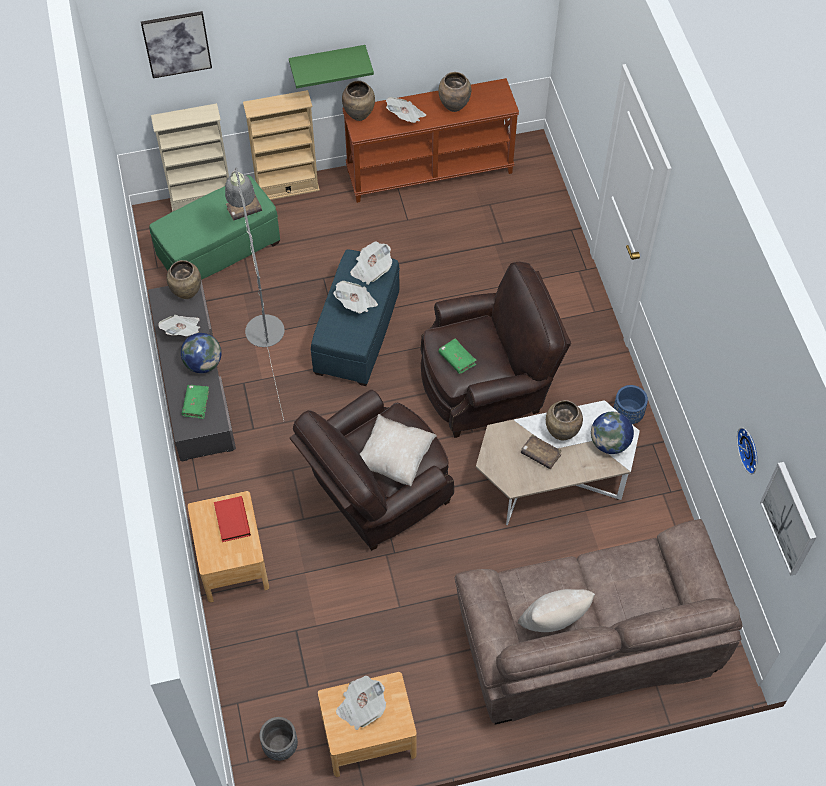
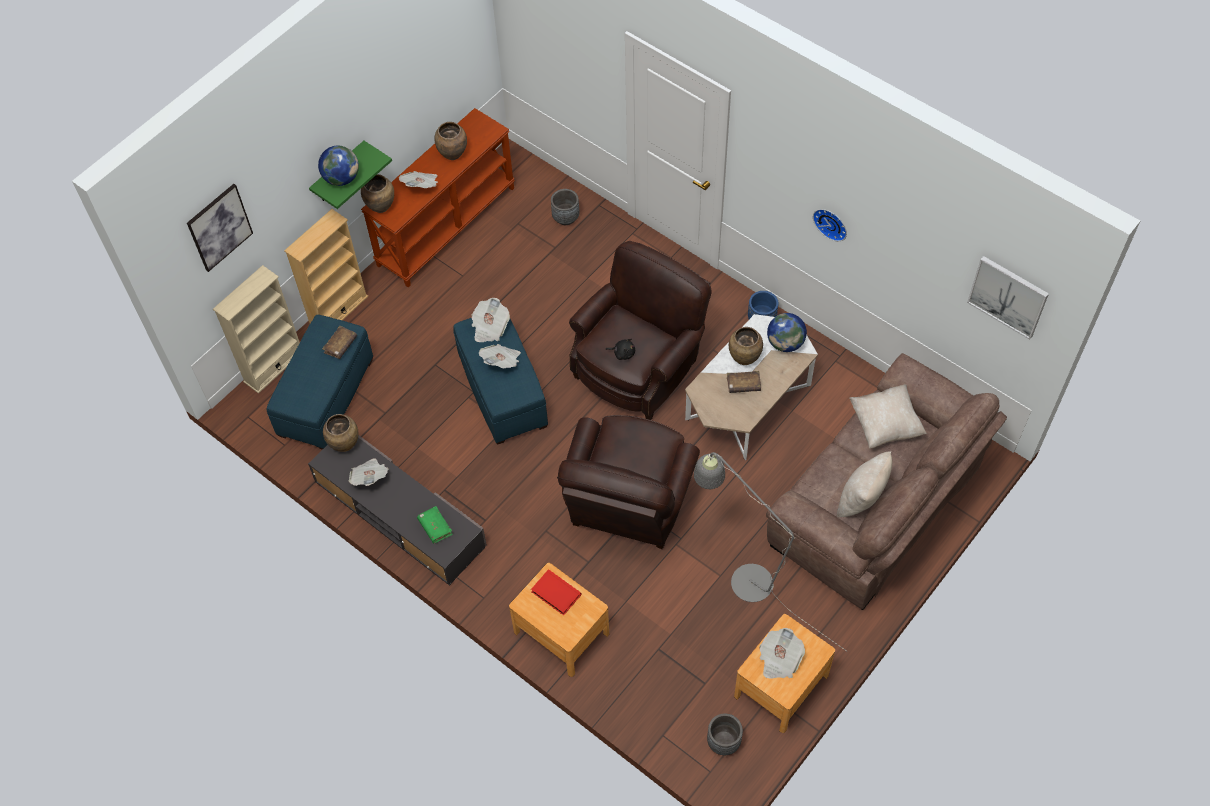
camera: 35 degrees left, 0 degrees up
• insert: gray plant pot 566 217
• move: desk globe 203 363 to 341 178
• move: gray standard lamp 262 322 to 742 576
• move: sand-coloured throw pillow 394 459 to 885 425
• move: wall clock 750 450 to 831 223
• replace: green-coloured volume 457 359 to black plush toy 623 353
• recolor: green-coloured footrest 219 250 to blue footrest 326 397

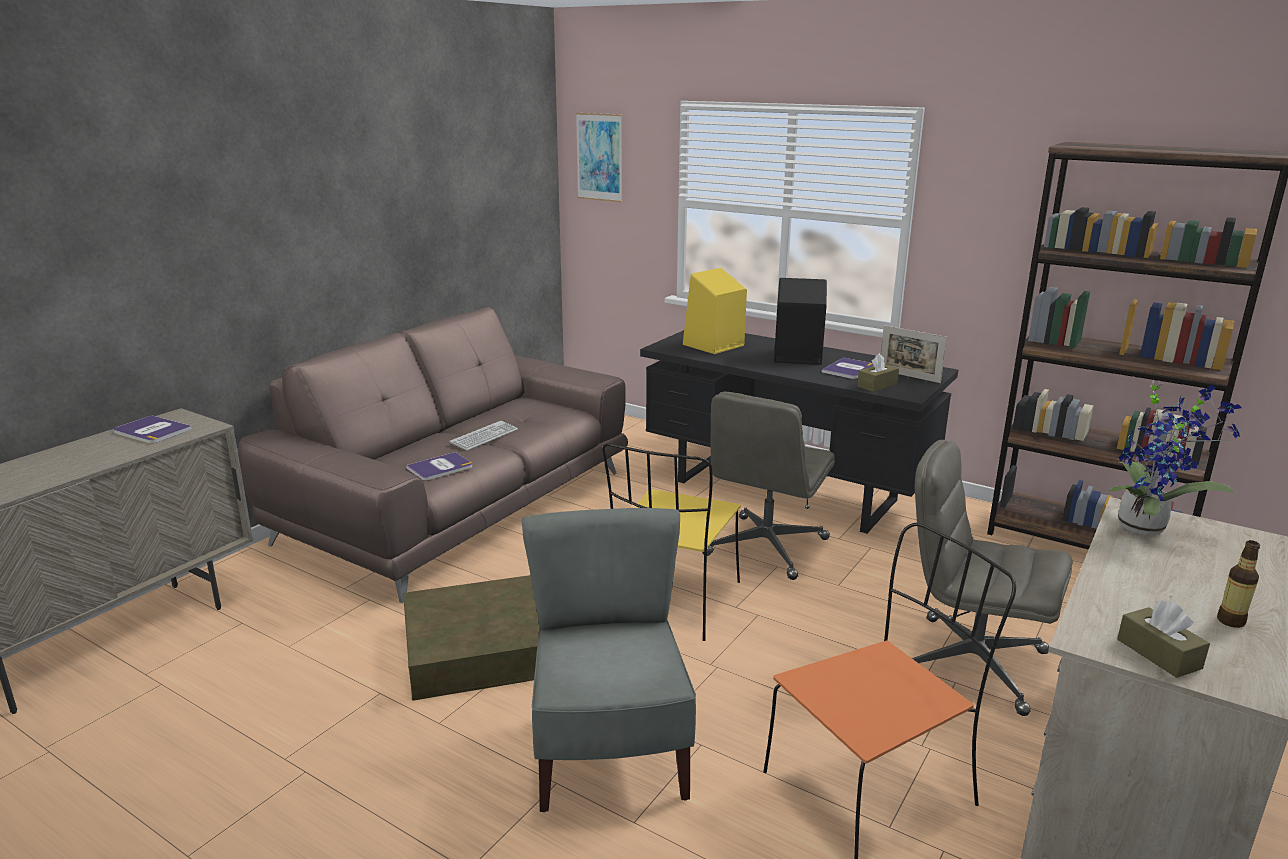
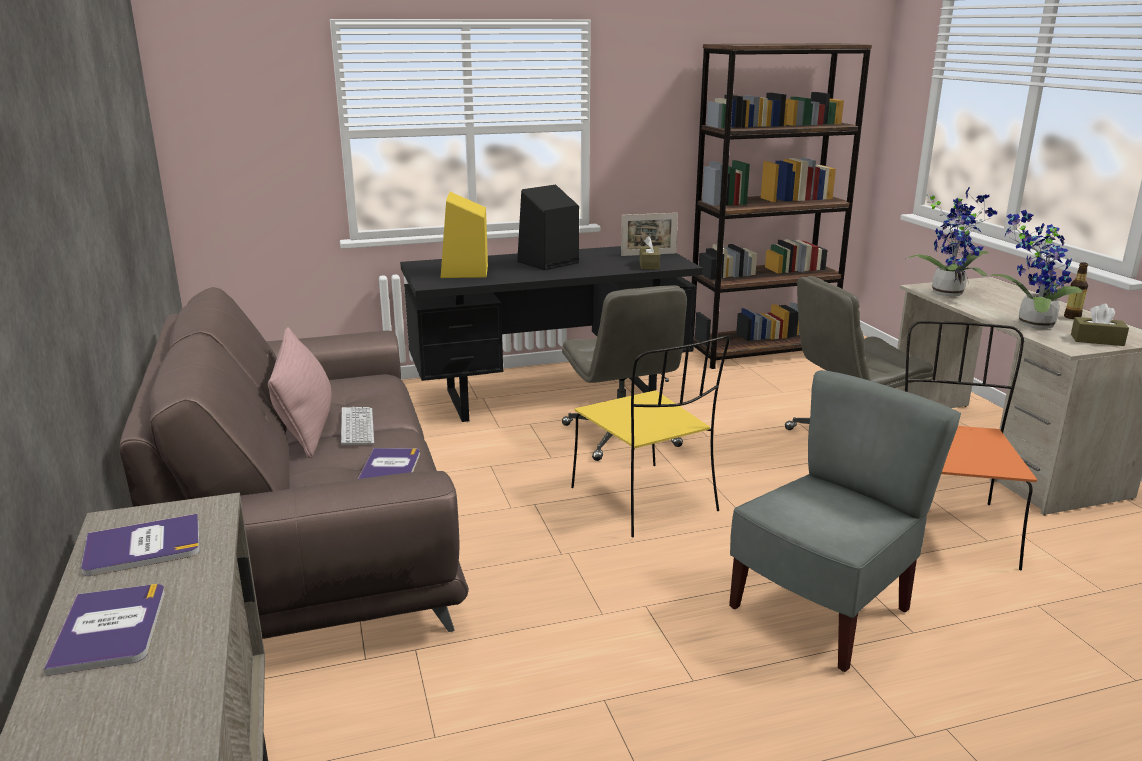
camera: 50 degrees left, 0 degrees up
• delete: brown storage box 483 647
• delete: wall picture 599 157
• insert: pink throw pillow 305 425
• insert: potted plant 1030 324
• move: volume 849 369 to 110 629
• rotate: gray upright chair 609 755 = 823 611 105 degrees clockwise

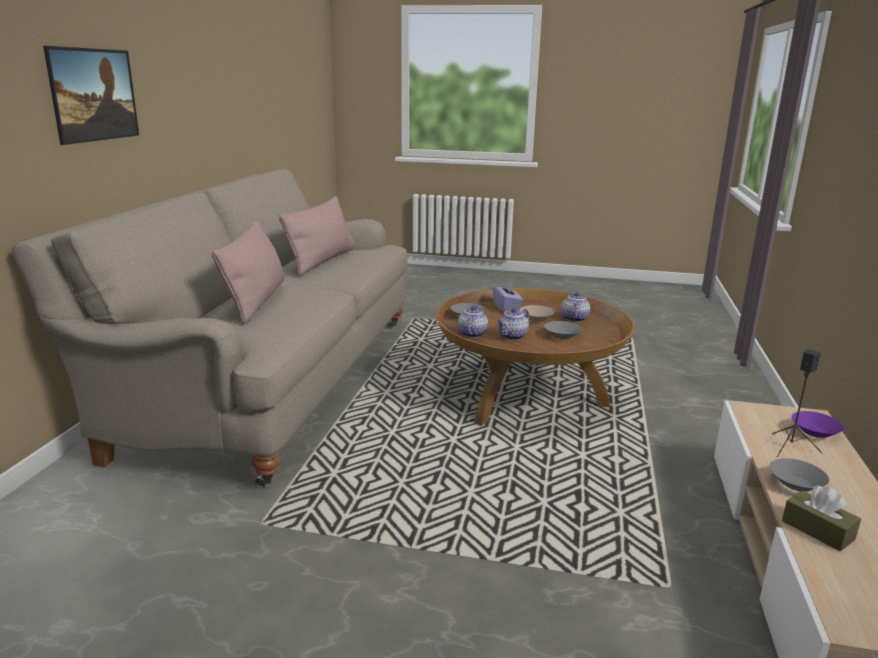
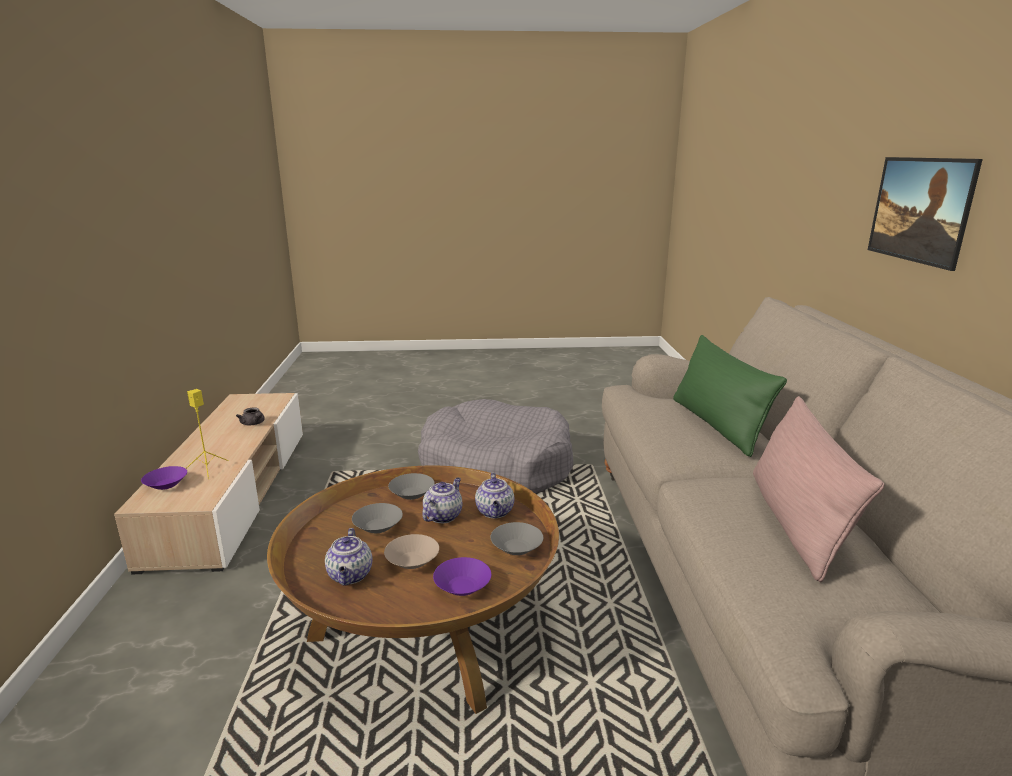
camera: 165 degrees right, 0 degrees up
• insert: gray dog cushion 496 465
• move: gray deep dish 796 484 to 411 495
• replace: purplish box of tissues 506 308 to purplish deep dish 463 587
• replace: brown box of tissues 817 530 to gray teapot 253 424
• recolor: pink throw pillow 256 301 to green-coloured throw pillow 716 425
• recolor: black audio speaker 789 447 to yellow-coloured audio speaker 208 469

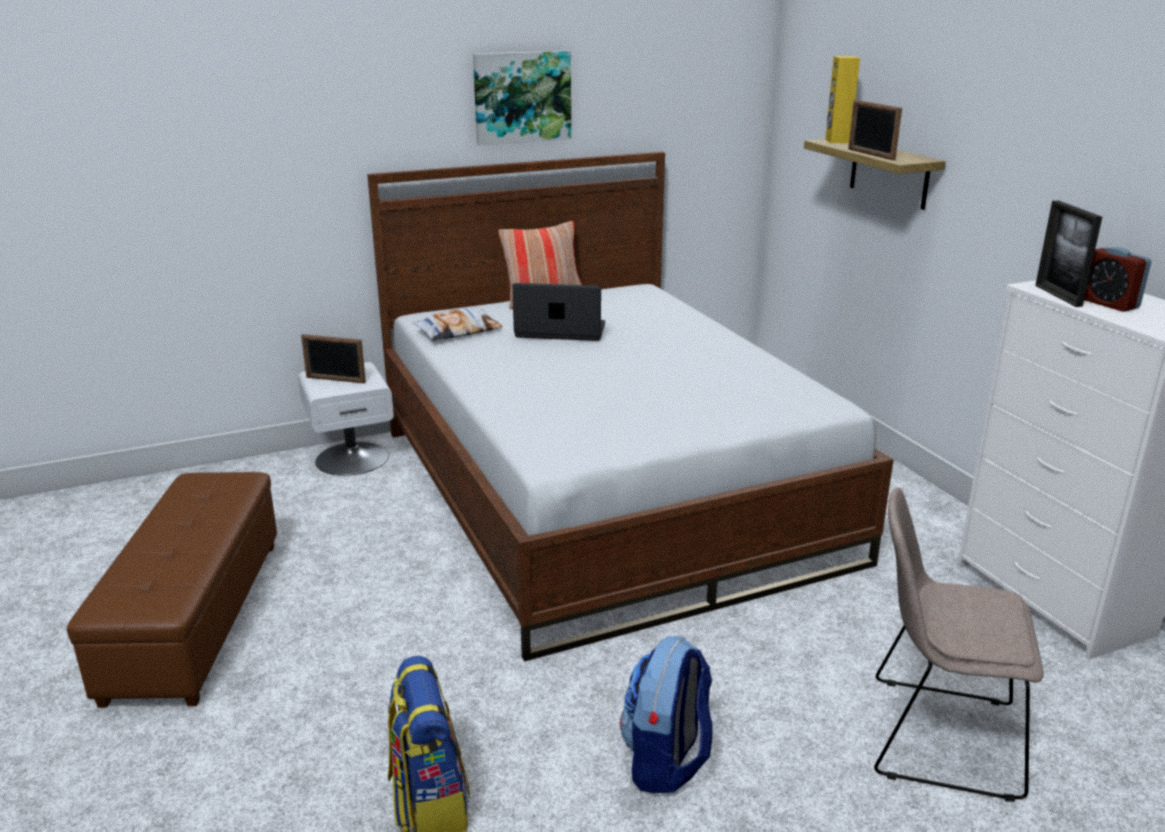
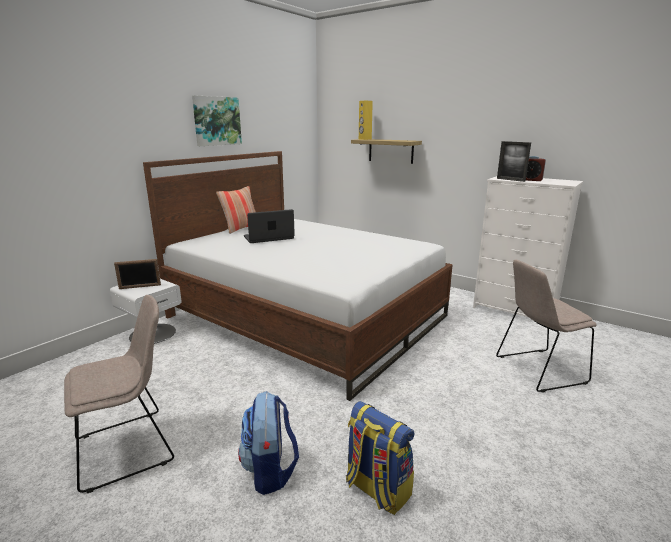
camera: 30 degrees left, 5 degrees down
• delete: throw pillow 458 331
• delete: standing frame 870 154
• move: rucksack 666 762 to 270 471
• replace: brown footrest 197 618 to sand-coloured upright chair 129 447

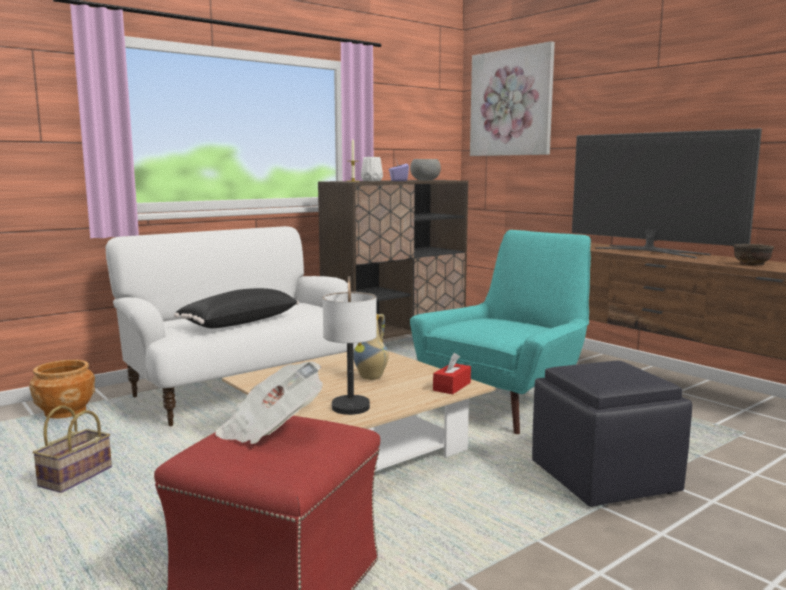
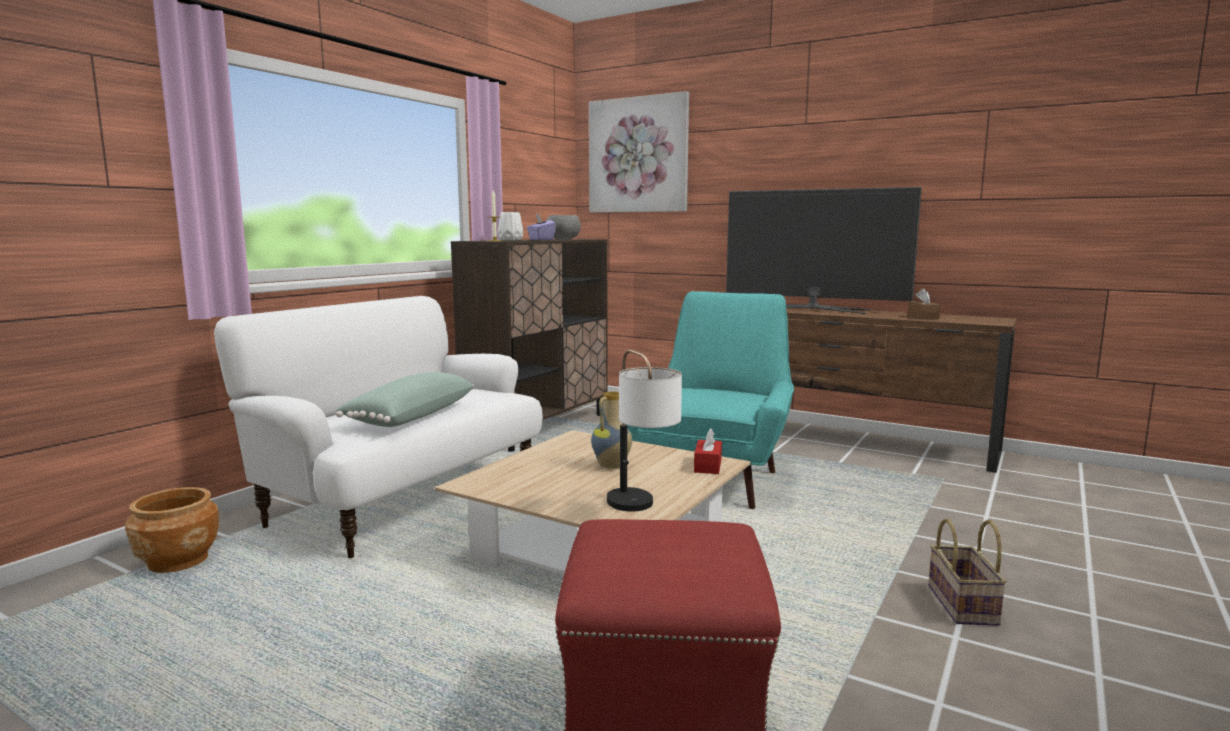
camera: 20 degrees left, 0 degrees up
• delete: daily paper 270 429
• delete: black footrest 605 478
• move: basket 75 478 to 964 606
• replace: brown deep dish 751 264 to brown box of tissues 922 317
• recolor: black throw pillow 238 322 to green-coloured throw pillow 409 417

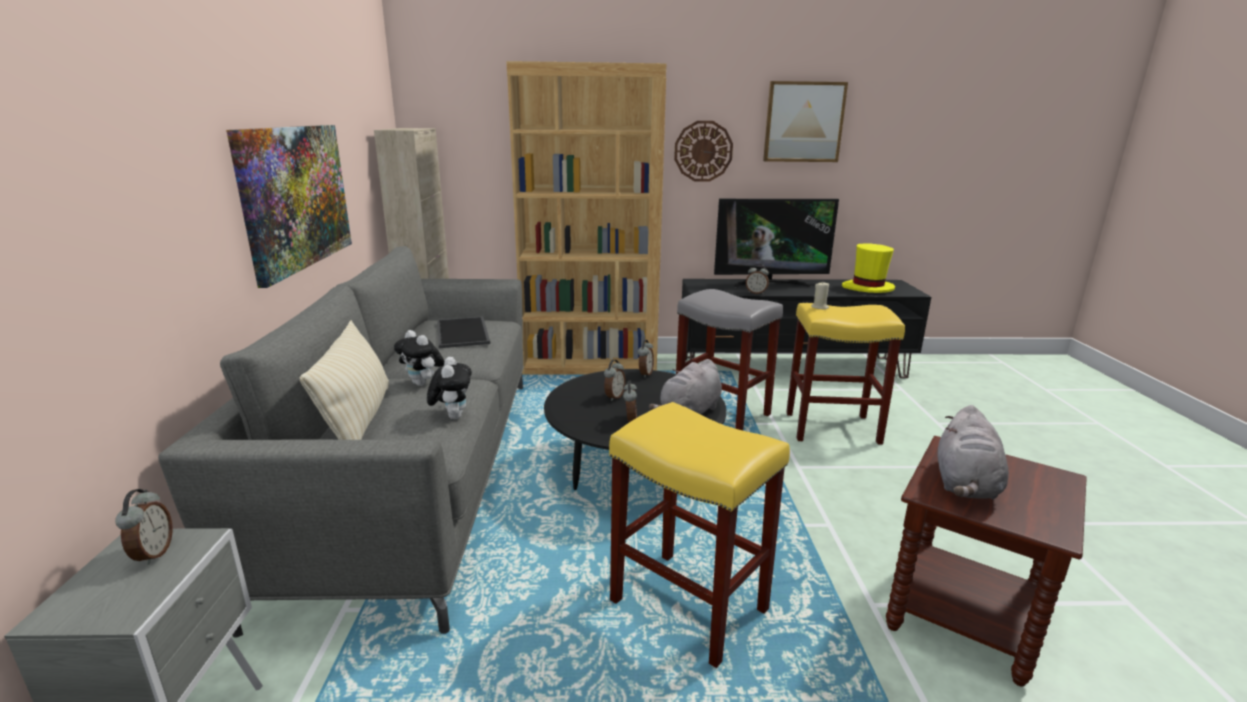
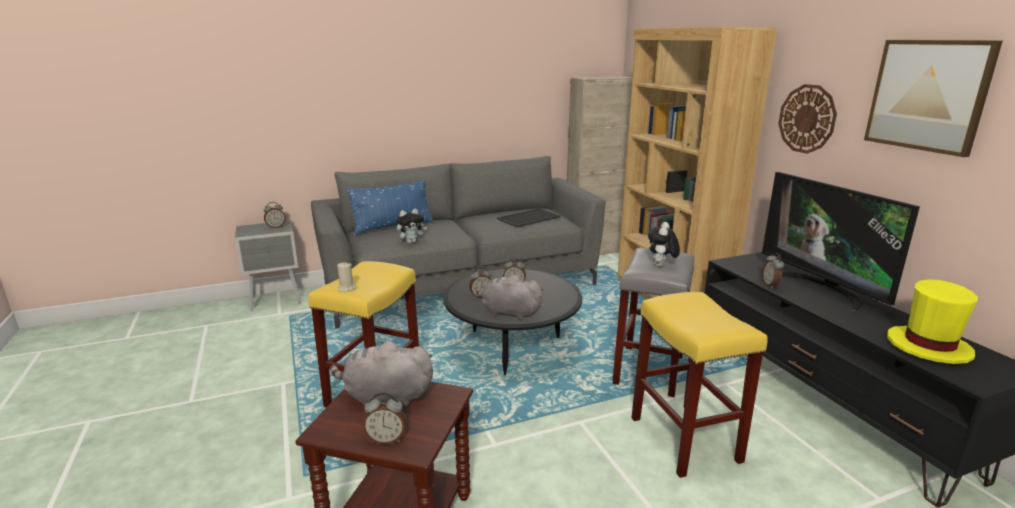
camera: 70 degrees right, 0 degrees up
• delete: wall picture 296 197
• move: plush toy 423 384 to 661 266
• move: alarm clock 645 374 to 386 439
• move: sand-coloured wax light 820 307 to 346 288
• recolor: sand-coloured throw pillow 358 421 to blue throw pillow 393 227

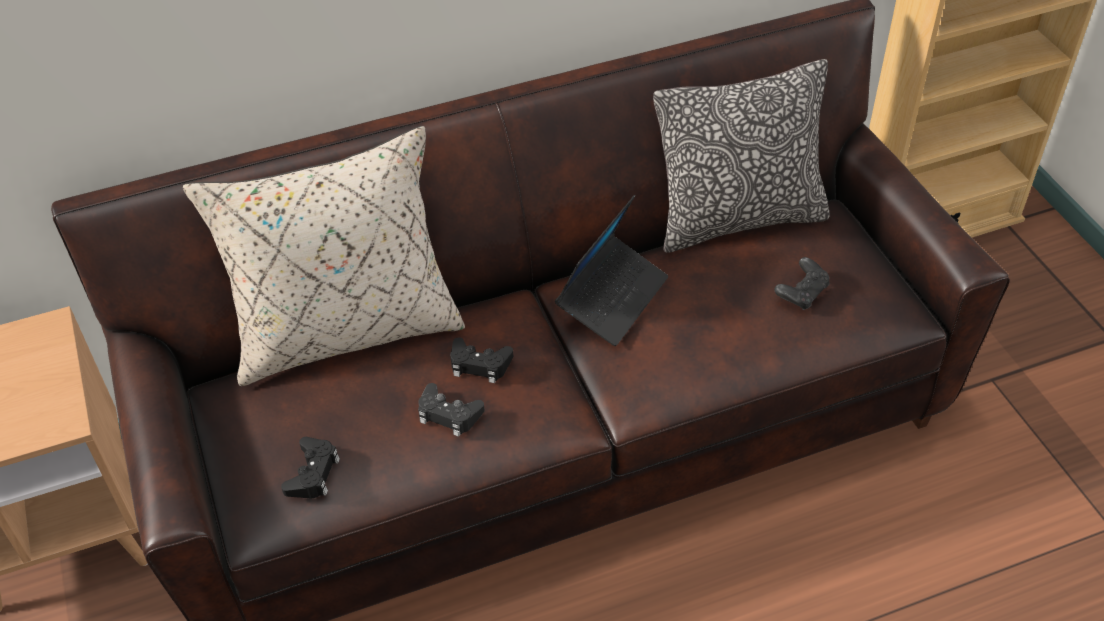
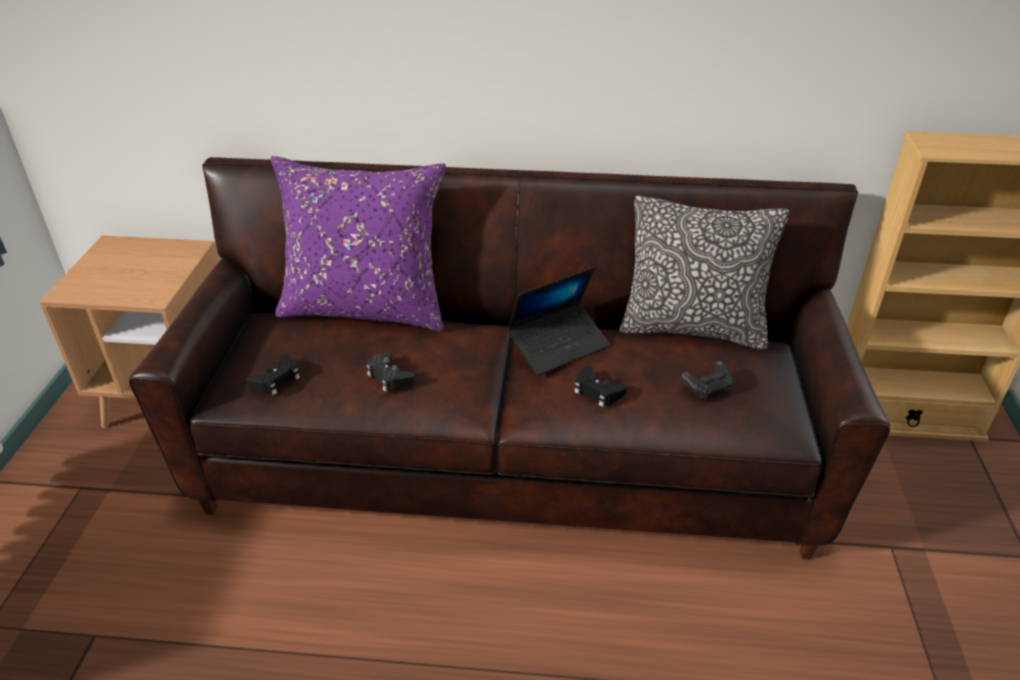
camera: 25 degrees right, 10 degrees down
• move: black gamepad 479 364 to 597 391
• recolor: sand-coloured throw pillow 346 331 to purplish throw pillow 366 308

